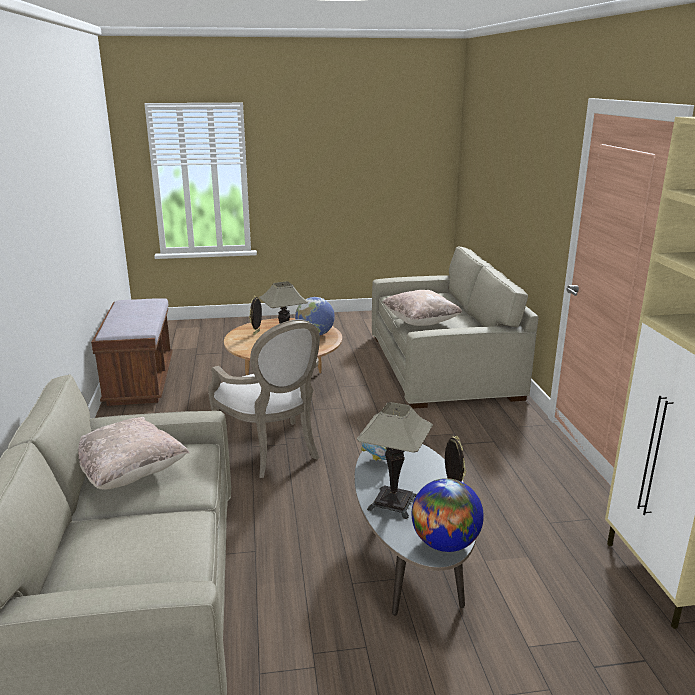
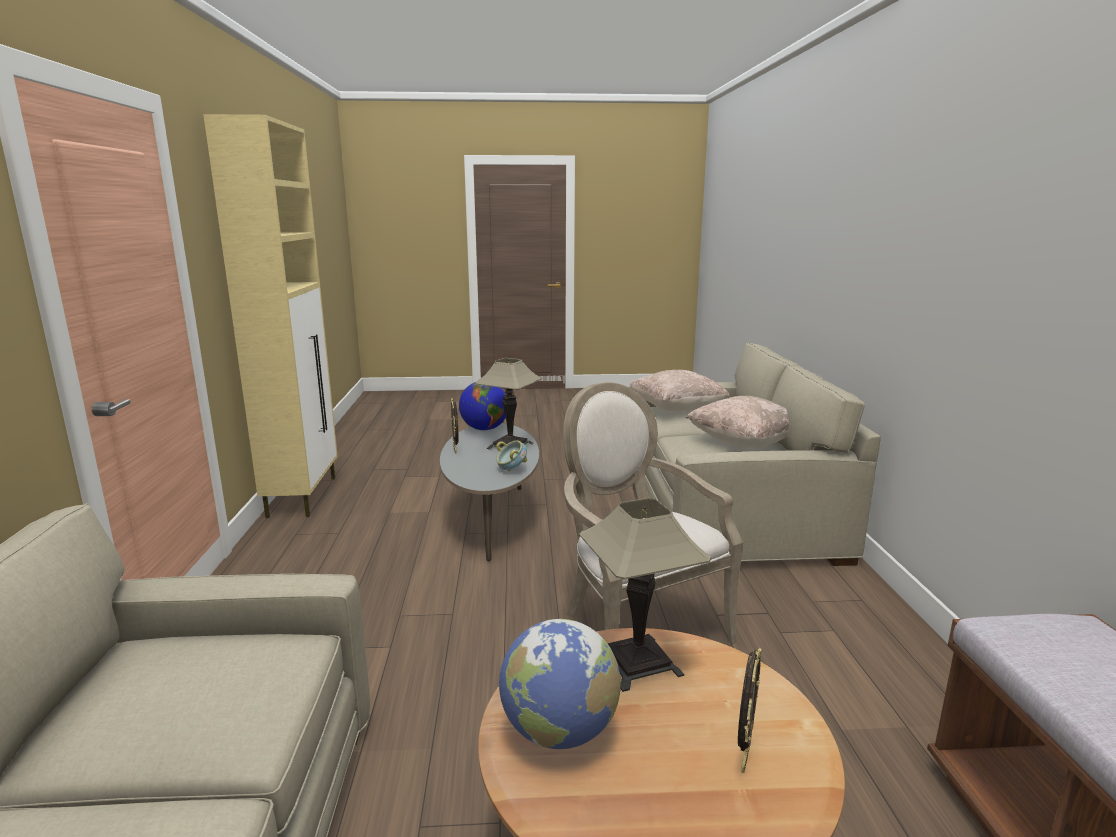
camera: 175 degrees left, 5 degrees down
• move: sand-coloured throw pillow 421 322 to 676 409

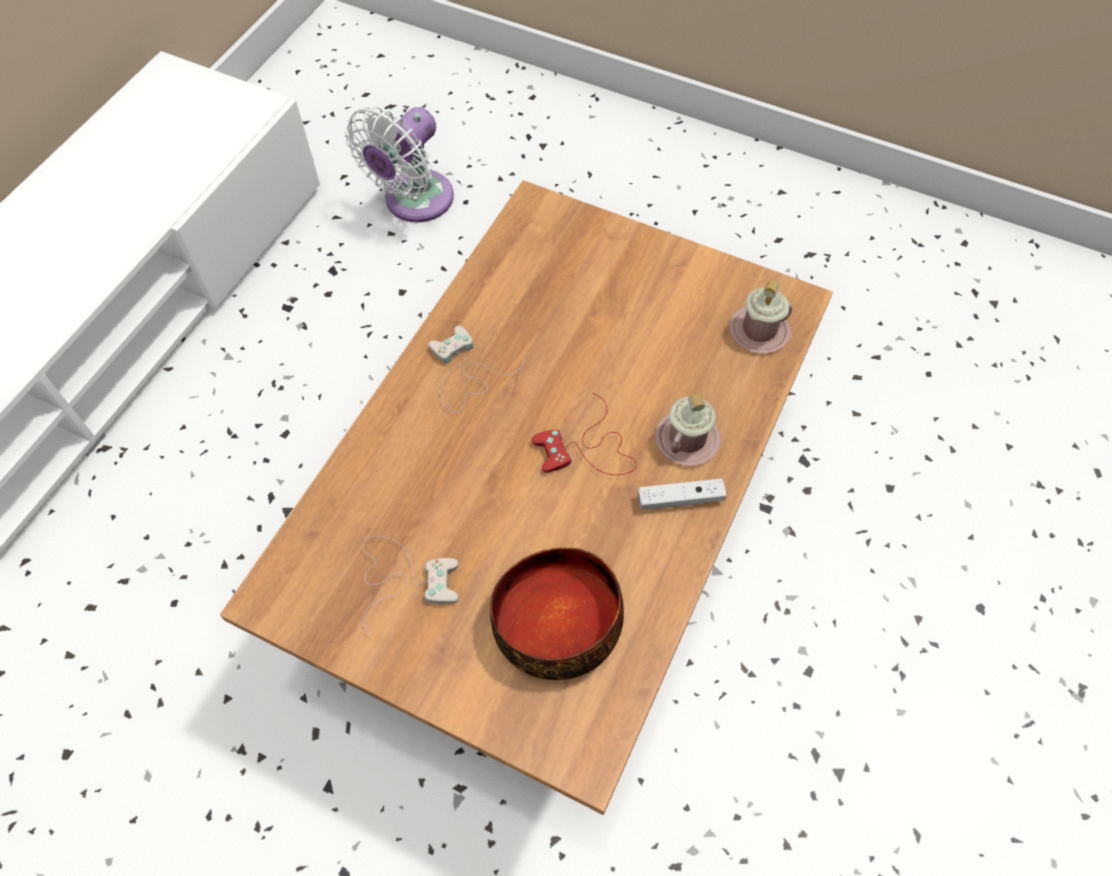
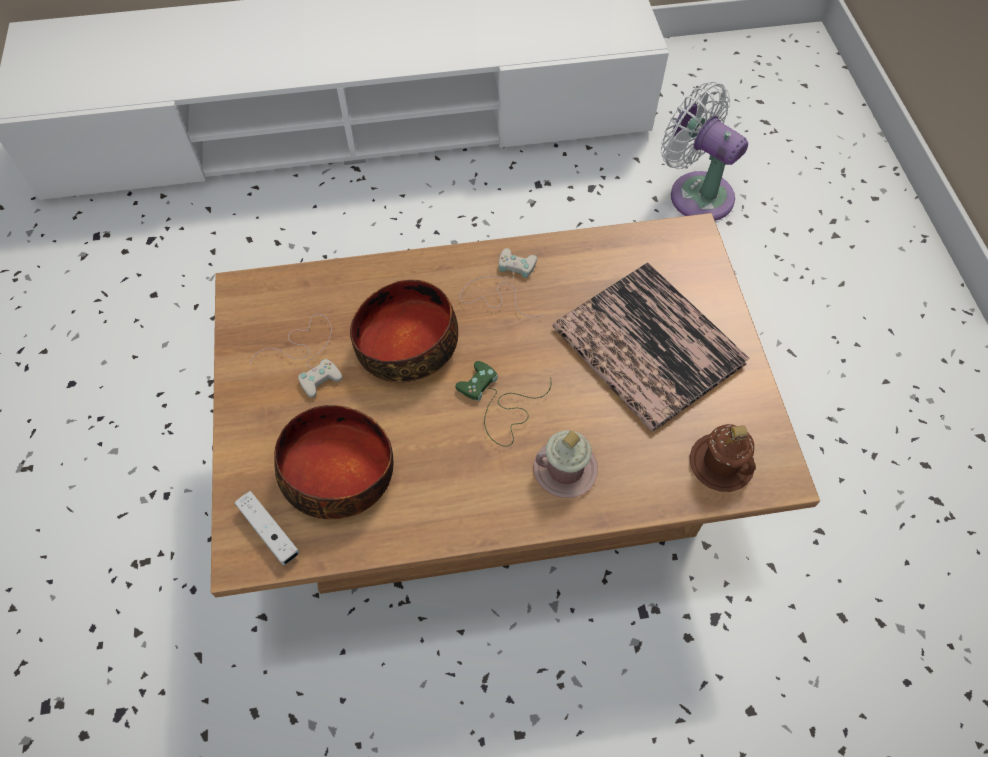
camera: 55 degrees right, 0 degrees up
• insert: deep dish 407 343
• insert: volume 648 346
• move: white gamepad 680 499 to 269 531
• recolor: red-coloured gamepad 588 449 to green-coloured gamepad 500 405
• recolor: pink coffee mug 759 330 to brown coffee mug 720 463
• rotate: white cooling fan 414 202 = 696 193 45 degrees clockwise

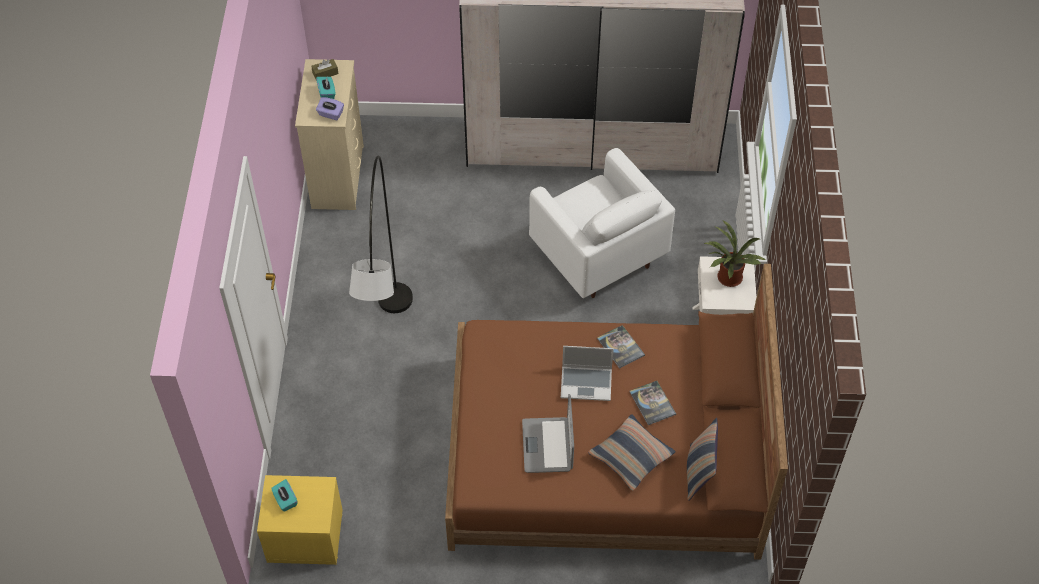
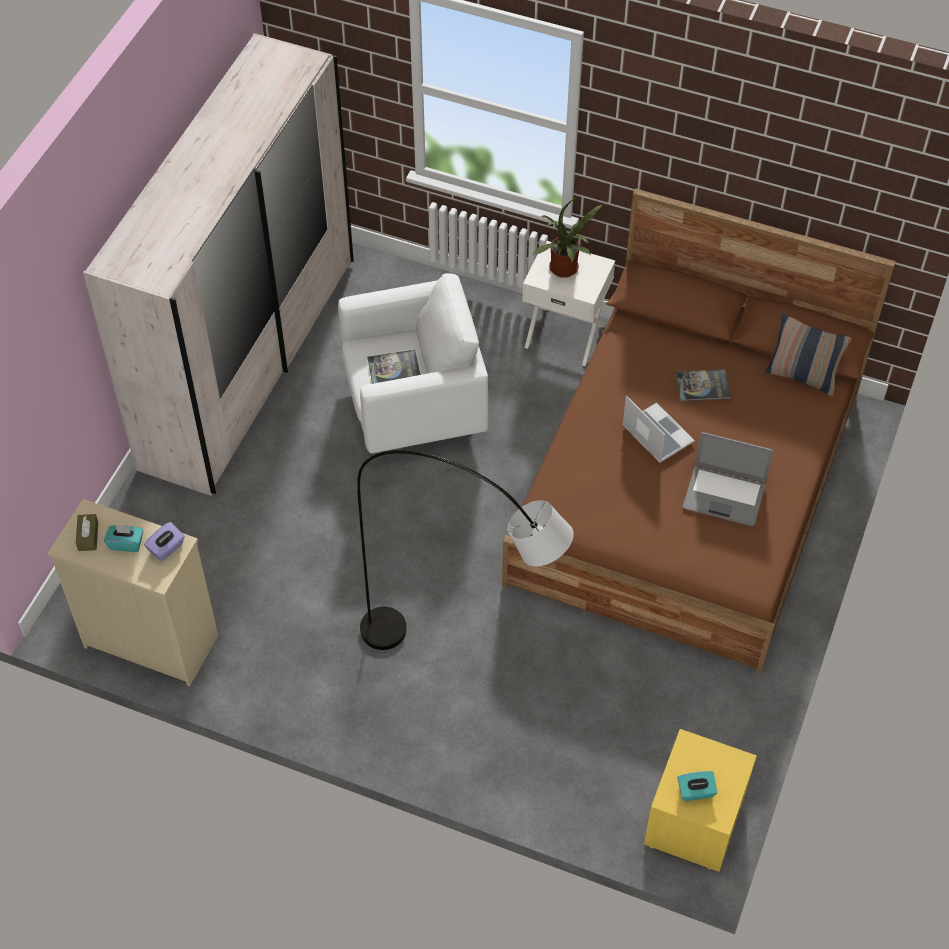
camera: 70 degrees left, 0 degrees up
• delete: throw pillow 631 456
• move: volume 620 347 to 394 368
• rotate: laptop 587 383 = 656 434 60 degrees counterclockwise

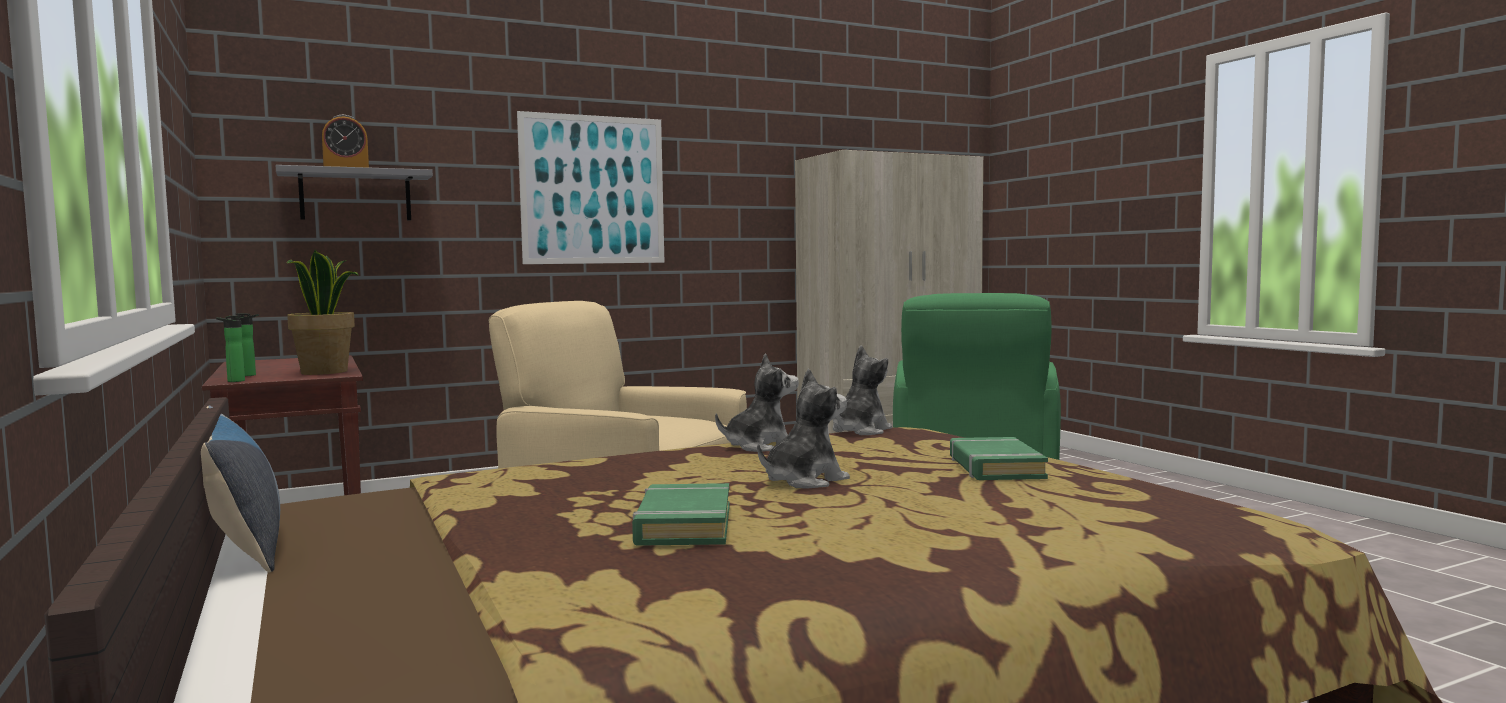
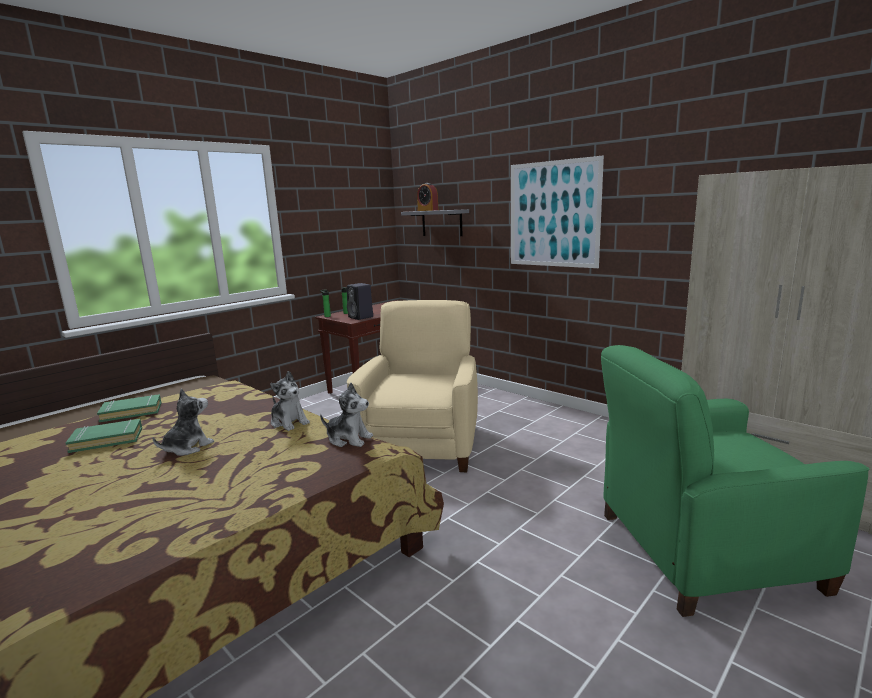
camera: 70 degrees right, 10 degrees up
• delete: throw pillow 241 541
• move: green-coloured volume 995 467 to 131 412
• replace: potted plant 325 372 to black audio speaker 361 317
• rotate: plush toy 804 481 = 187 447 90 degrees counterclockwise

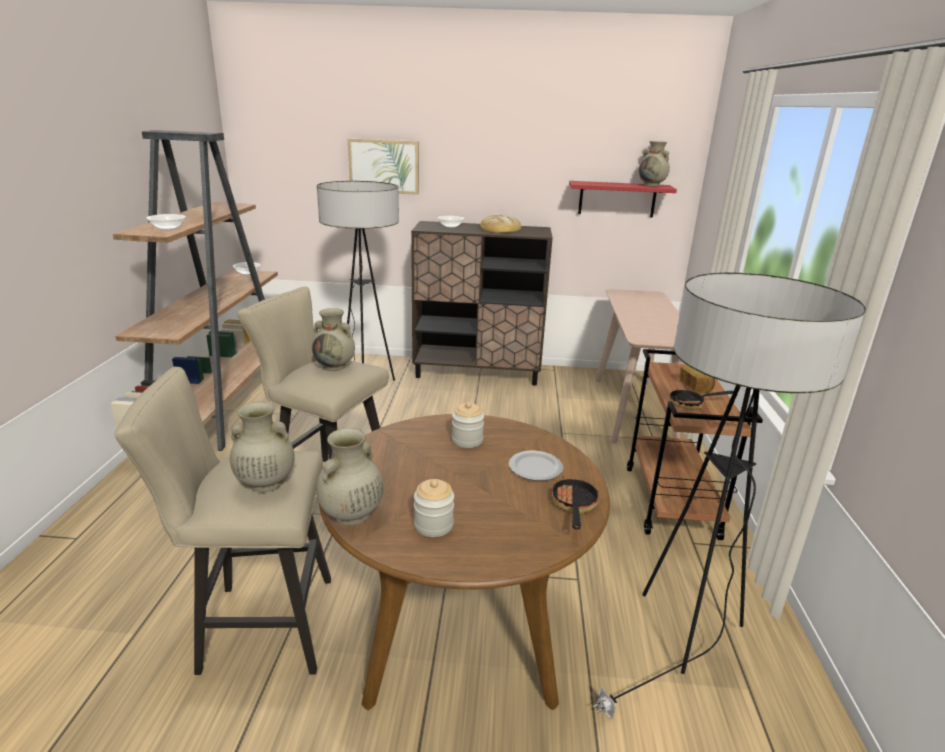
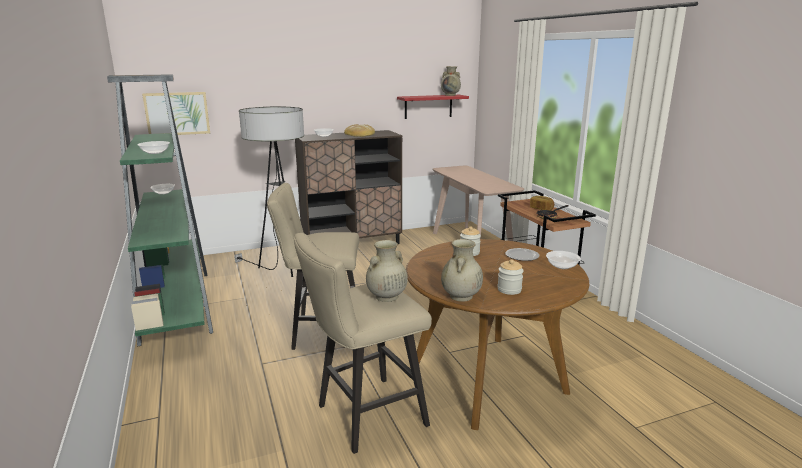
camera: 25 degrees left, 5 degrees down
• delete: sand-coloured flower vase 335 366
• delete: standard lamp 683 639
• move: wall picture 384 166 to 177 113
• replace: frying pan 573 506 to deep dish 562 266
• recolor: brown bookshelf 224 404 to green-coloured bookshelf 176 304

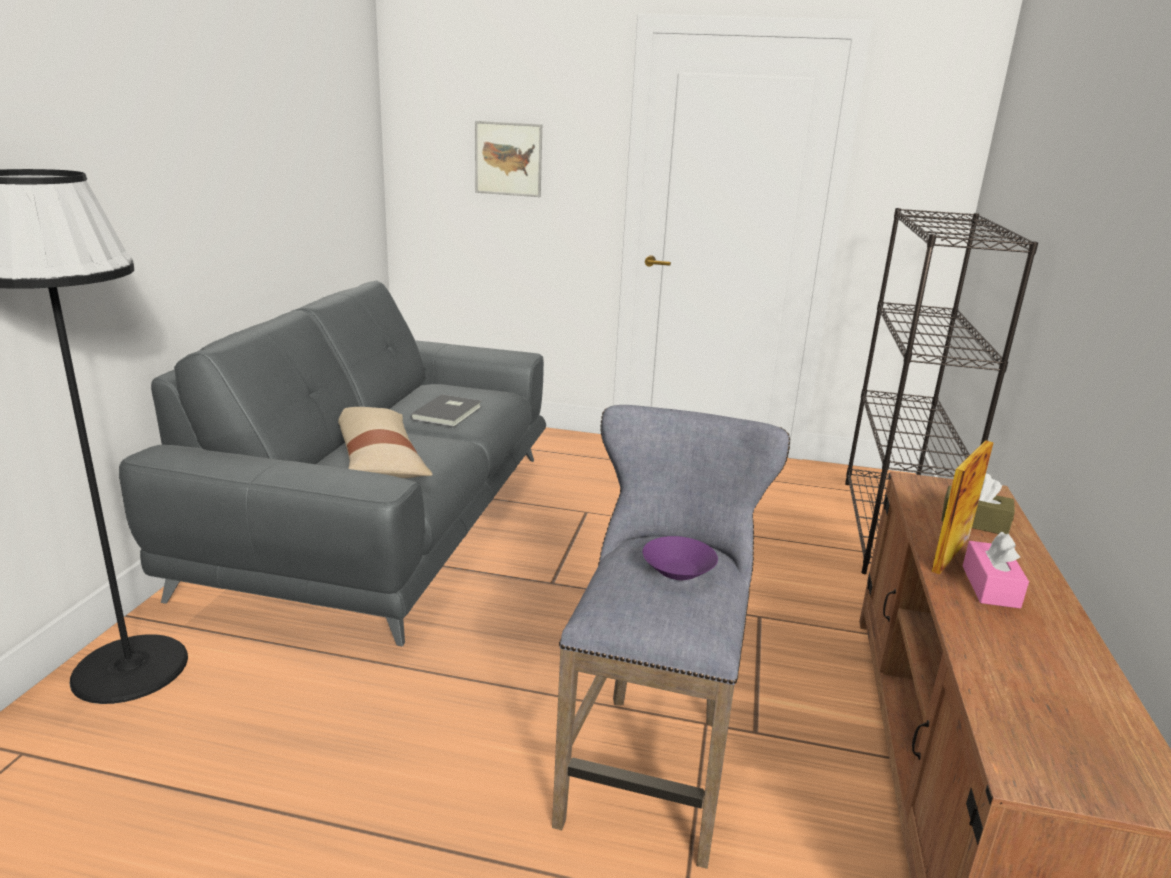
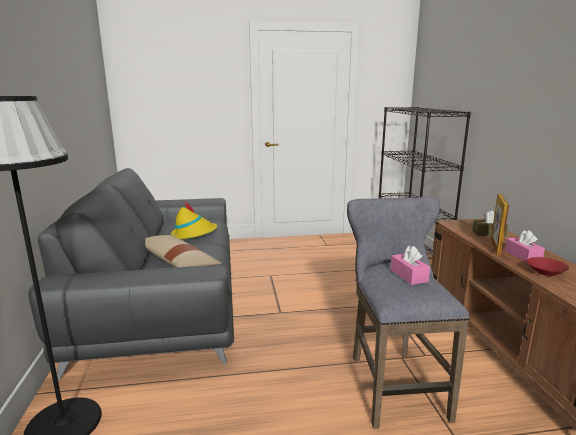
camera: 20 degrees left, 5 degrees down
• delete: wall picture 508 159
• insert: red-coloured deep dish 545 273
• replace: gray volume 449 413 to yellow-coloured wearable hat 194 234
• replace: purplish deep dish 677 571 to pink box of tissues 408 275

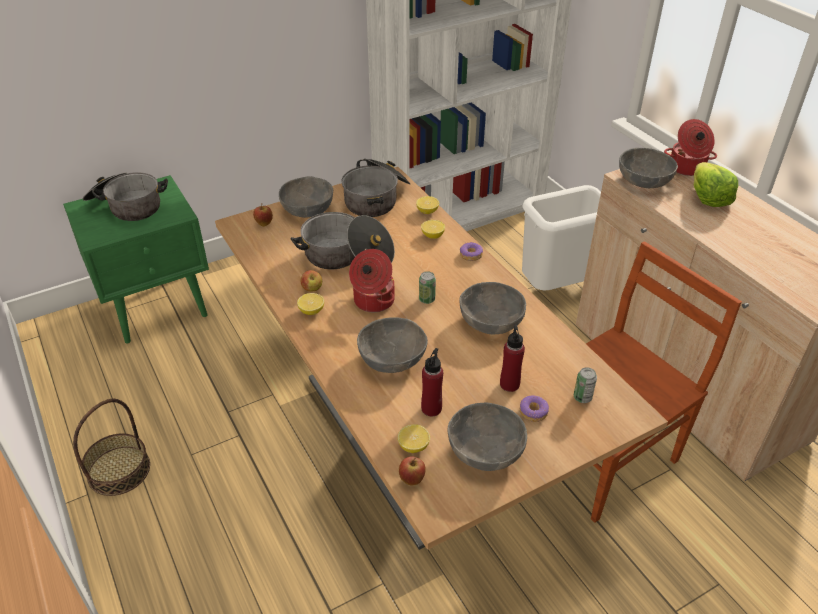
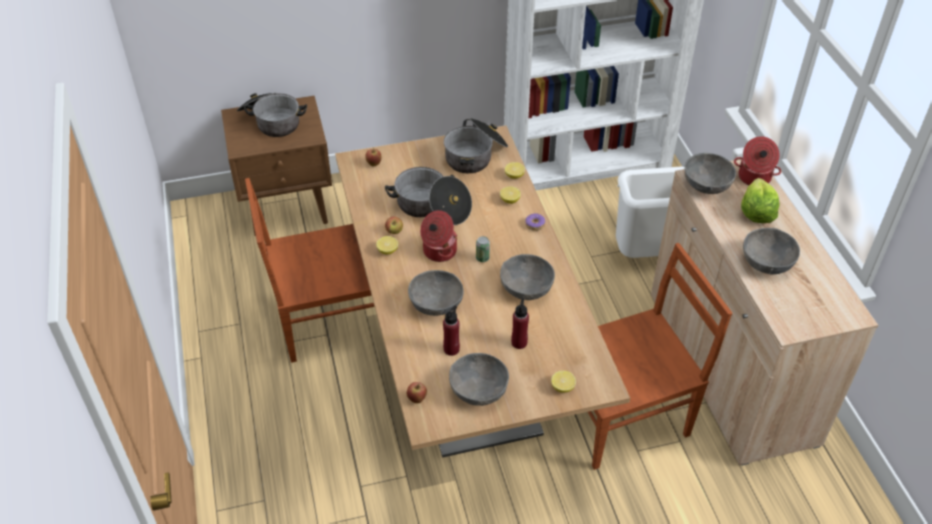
camera: 15 degrees right, 5 degrees up
• delete: basket 119 470
• delete: doughnut 533 412
• delete: can 582 397
• insert: brown upright chair 329 320
• move: gray deep dish 308 210 to 767 262
• move: citrus fruit 413 446 to 562 387
• recolor: green-coloured night table 158 307 to brown night table 288 207

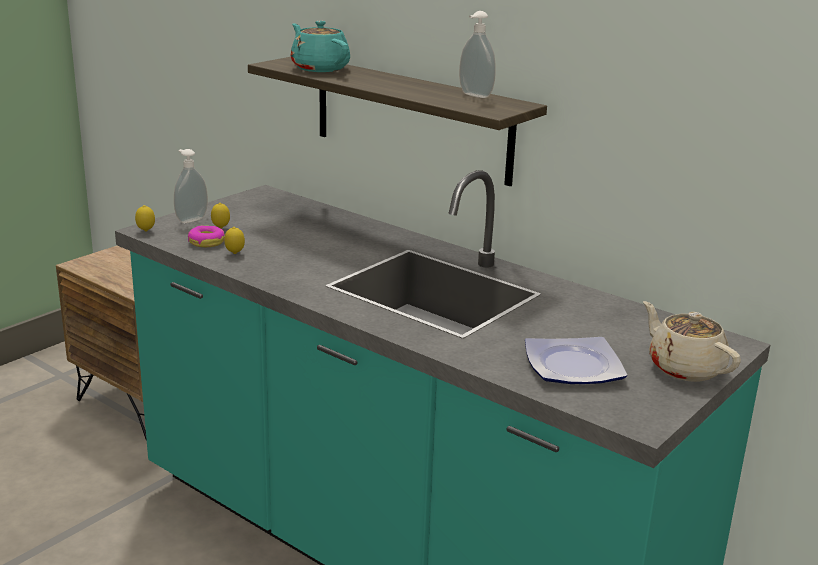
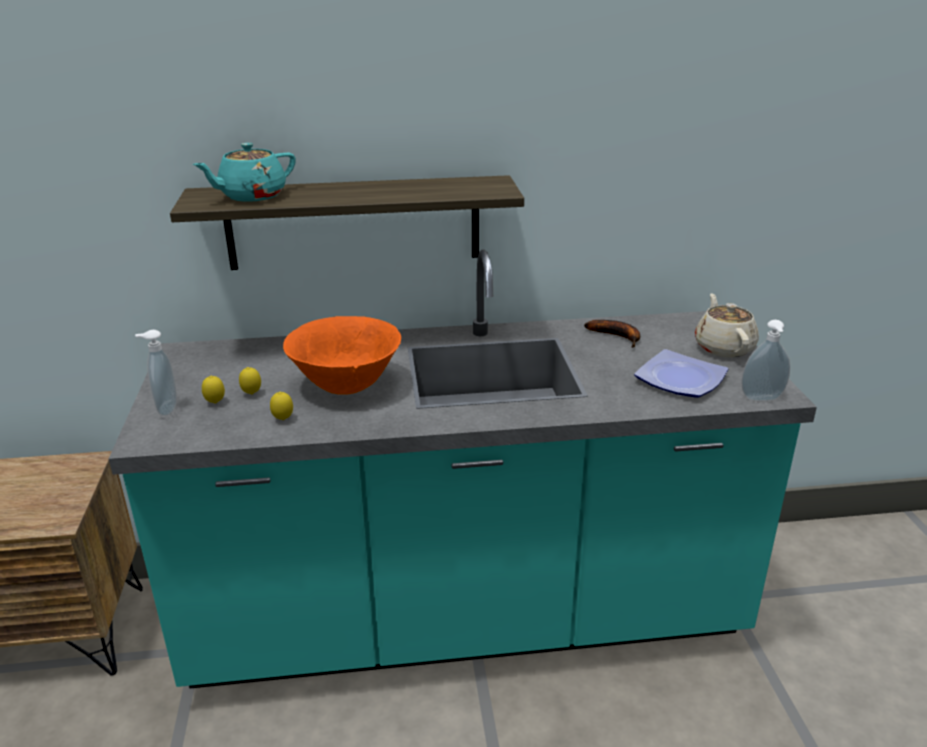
camera: 45 degrees left, 5 degrees up
• delete: doughnut 206 242
• insert: orange deep dish 347 387
• insert: whole banana 618 336
• move: citrus fruit 146 231 to 252 394
• move: soap dispenser 474 95 to 762 399
• rotate: turquoise-coloured teapot 319 68 = 251 196 45 degrees counterclockwise
• rotate: sand-coloured teapot 684 368 = 723 347 75 degrees clockwise

